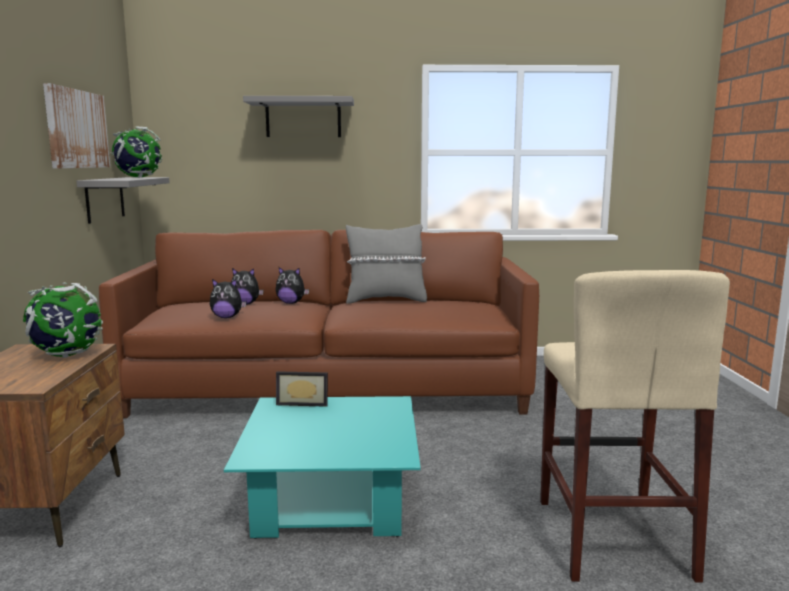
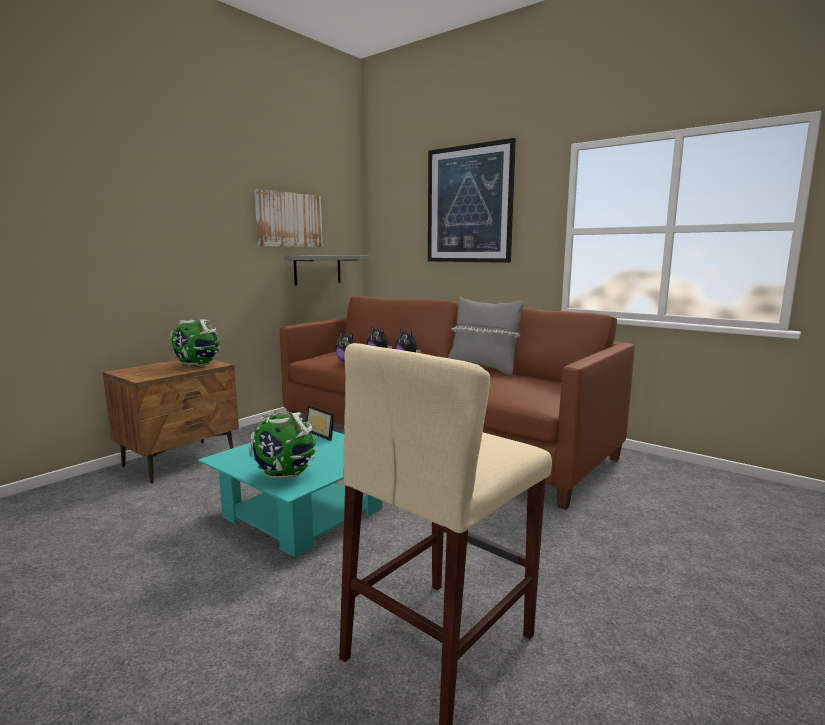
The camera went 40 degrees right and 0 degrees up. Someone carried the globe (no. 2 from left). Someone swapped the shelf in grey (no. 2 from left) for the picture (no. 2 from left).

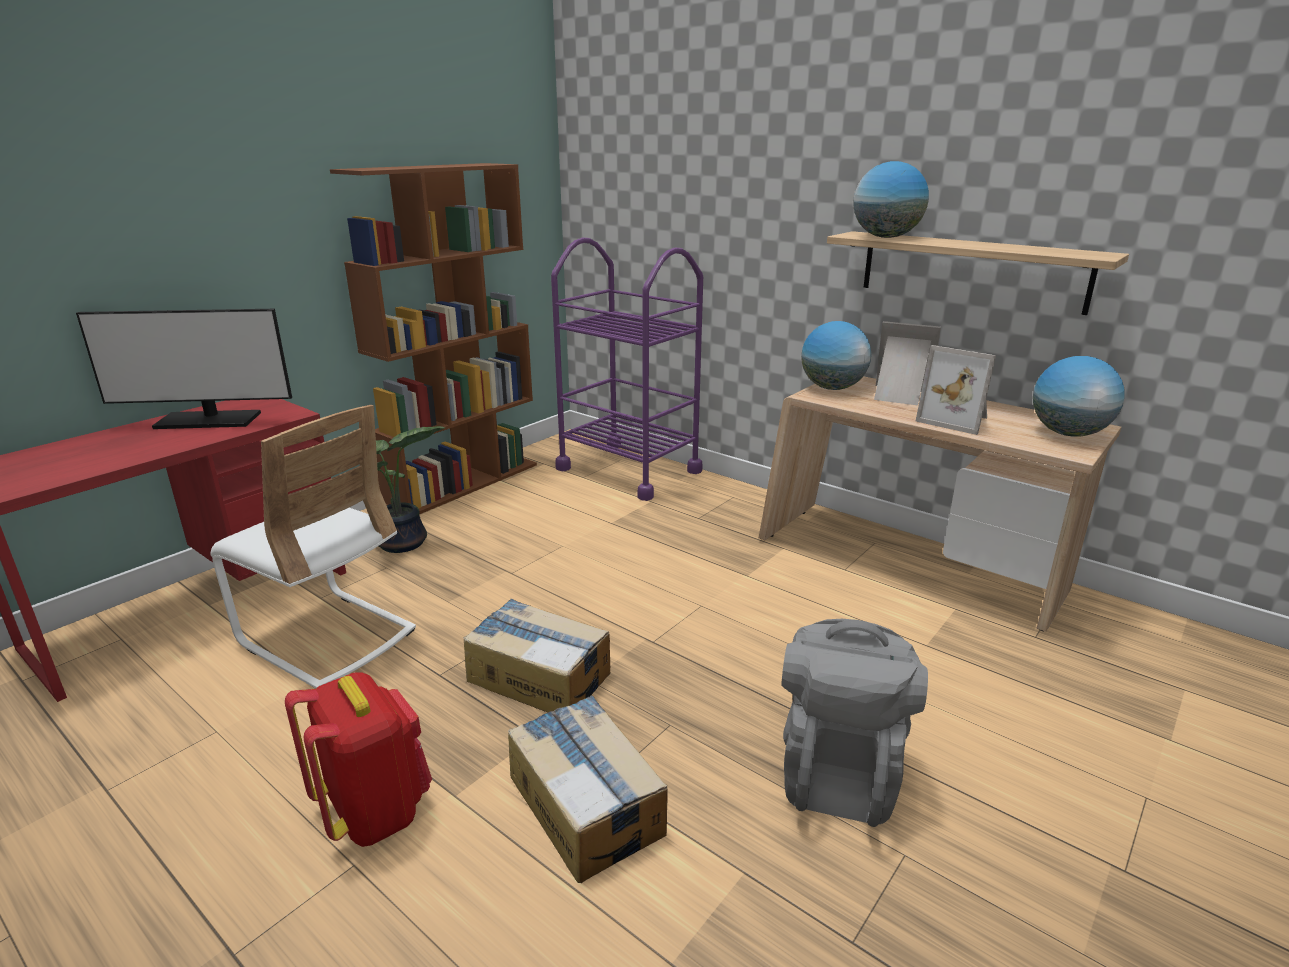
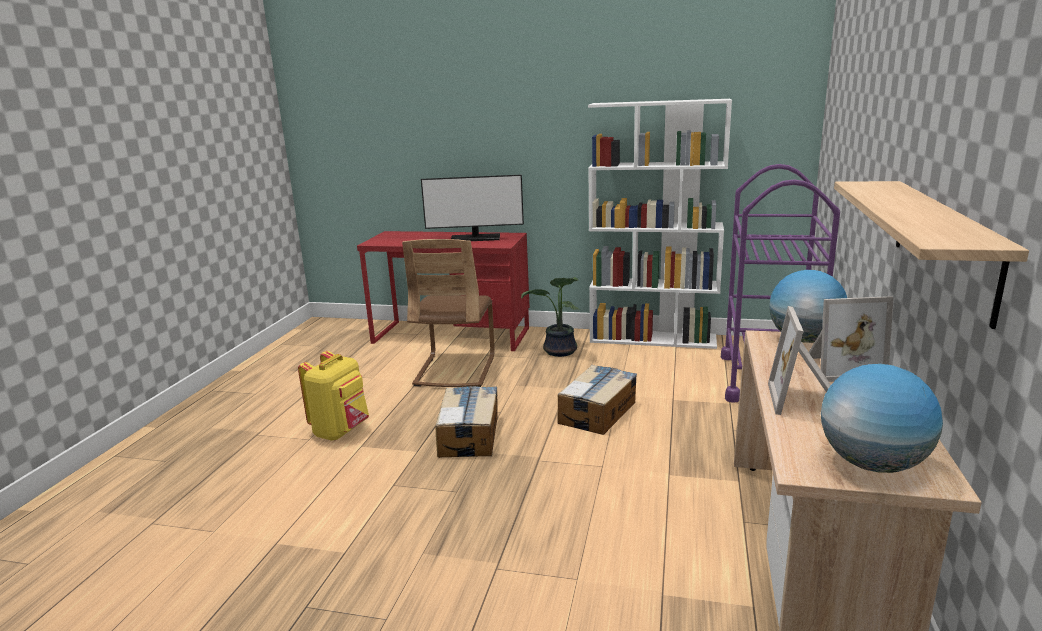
The camera went 65 degrees right and 5 degrees down. Someone rotated the monitor by 60 degrees counterclockwise. Someone repainted the chair in white, which became the chair in brown. Someone repainted the backpack in red, which became the backpack in yellow. Someone repainted the bookcase in brown, which became the bookcase in white. Someone carried the cardboard box (no. 2 from left). Someone took away the backpack in grey. Someone took away the globe (no. 2 from left). Someone rotated the picture frame (no. 1 from left in the first image) by 90 degrees clockwise.

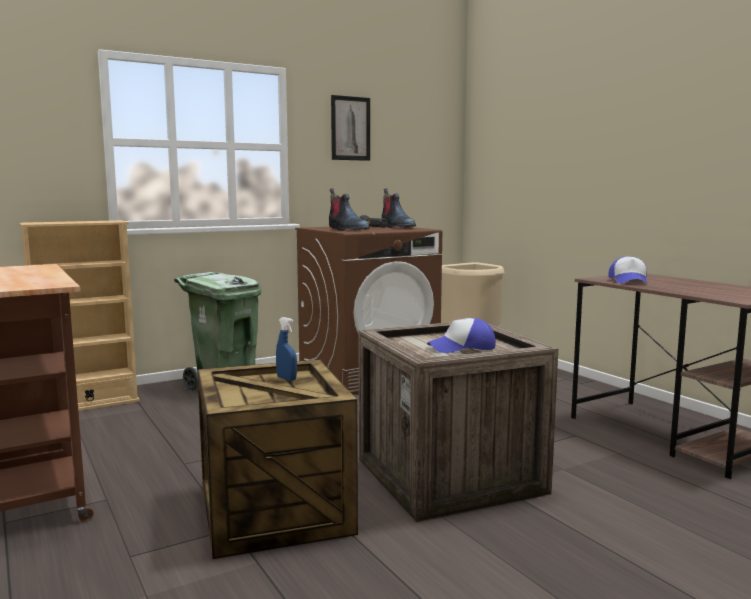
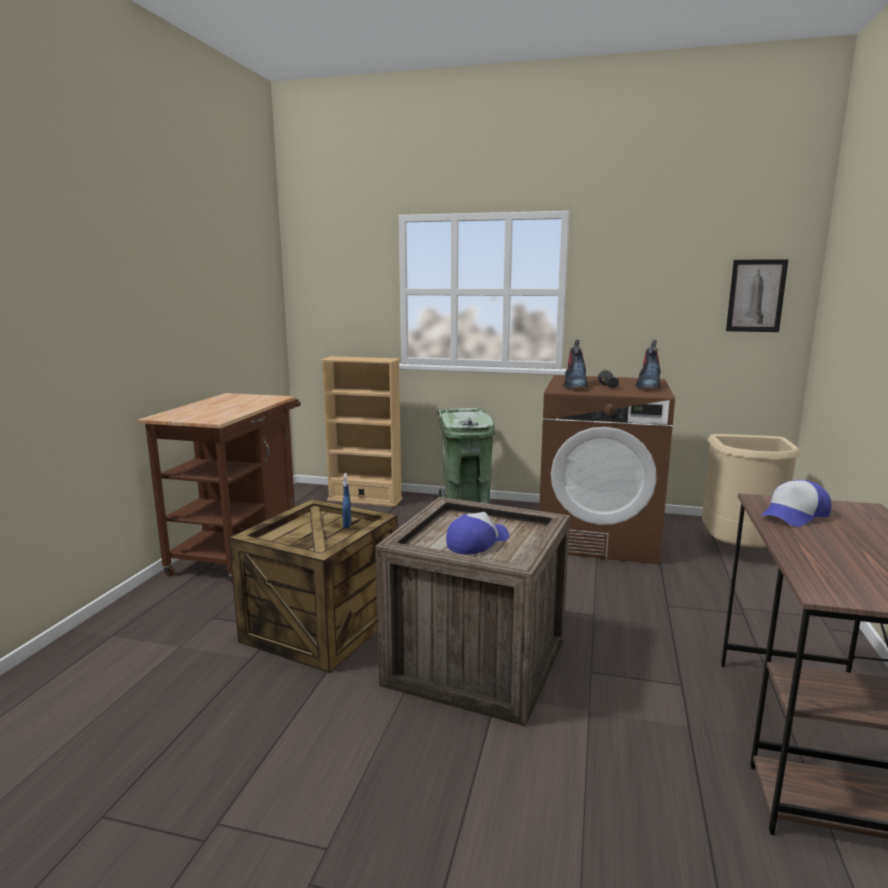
The camera went 45 degrees right and 5 degrees up. Someone carried the picture. Someone rotated the cap (no. 1 from left) by 105 degrees clockwise.

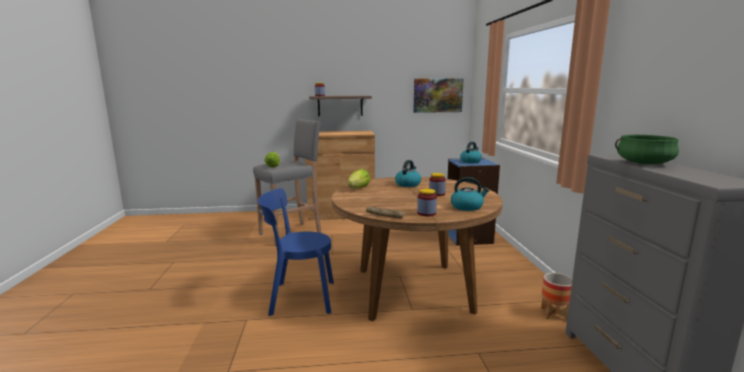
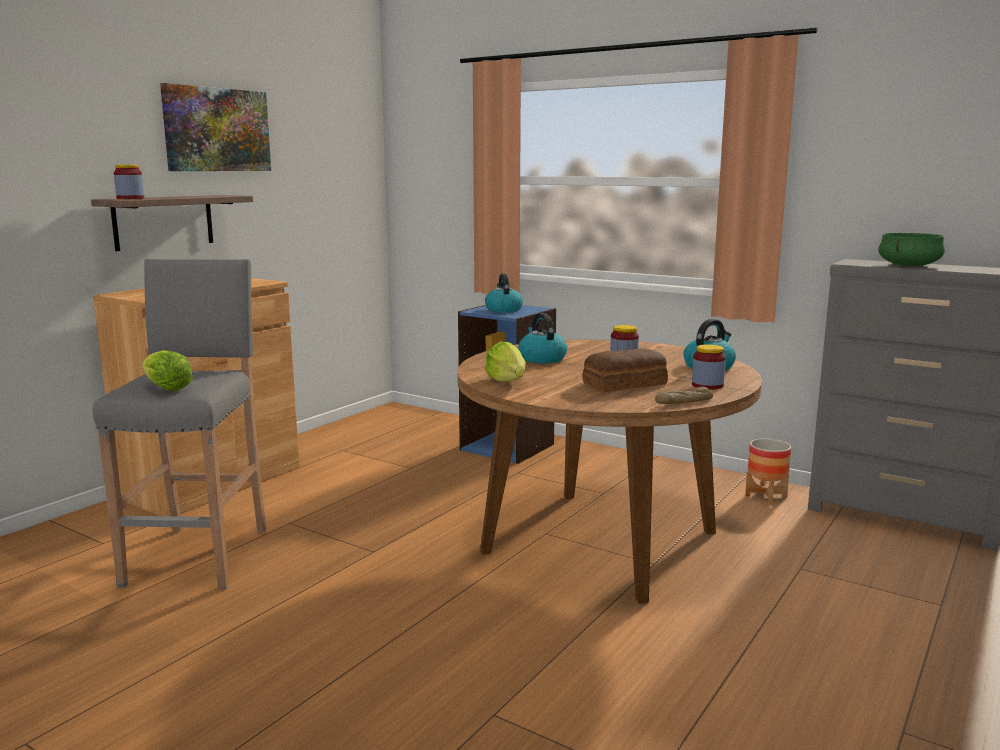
The camera went 50 degrees left and 0 degrees up. Someone took away the chair in blue. Someone carried the picture. Someone put down the bread (no. 1 from left).

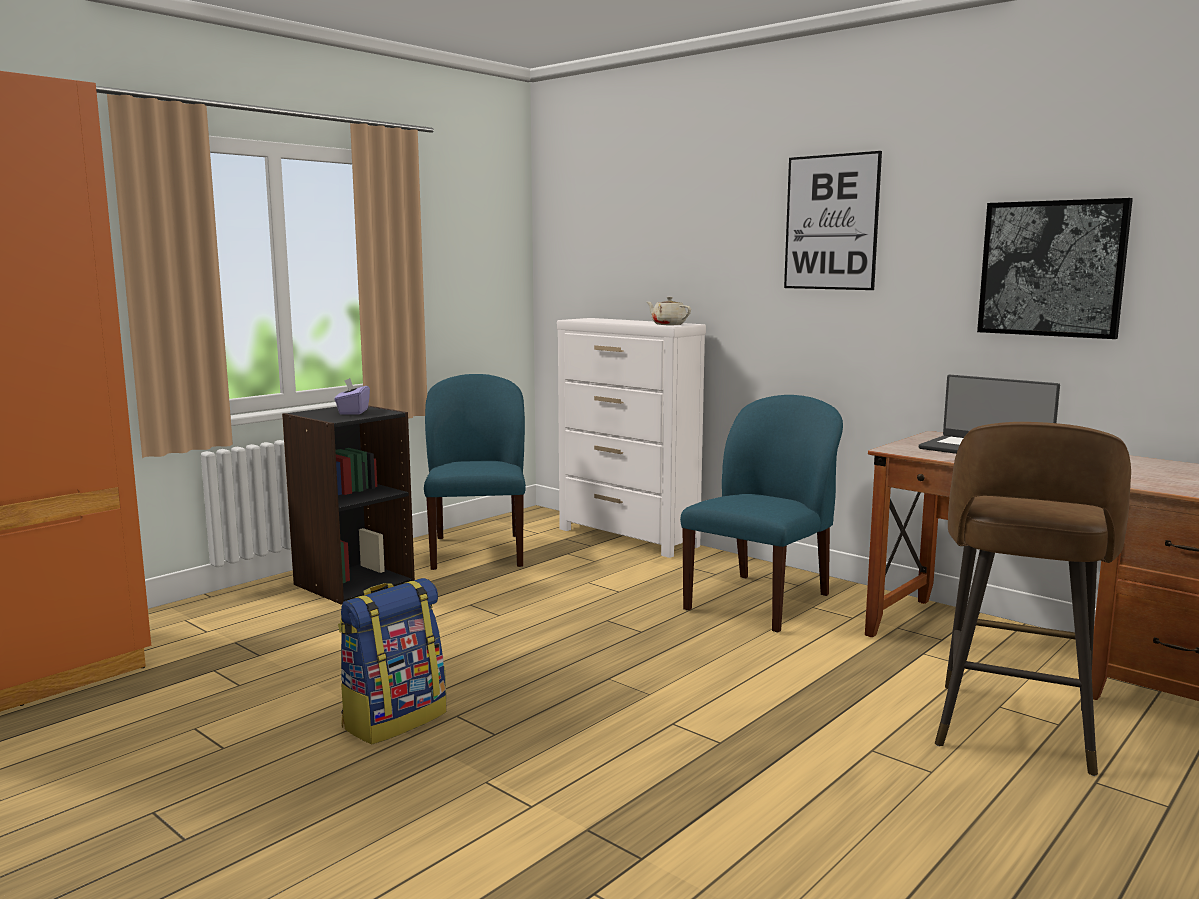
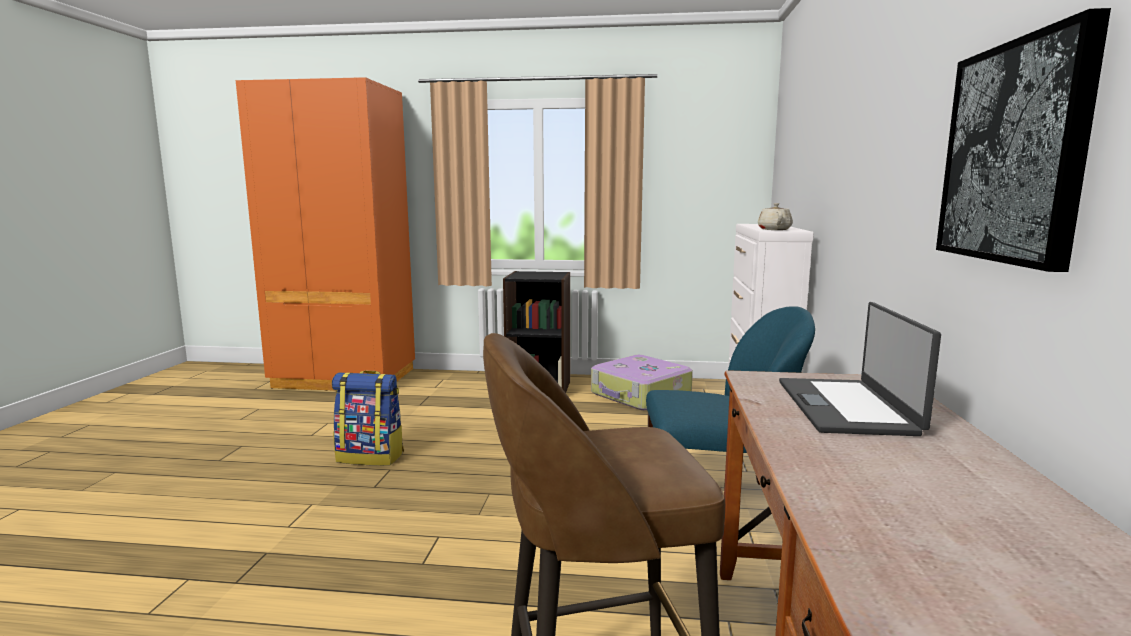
The camera went 55 degrees right and 0 degrees up. Someone took away the tissue box in purple. Someone swapped the chair in blue (no. 1 from left) for the suitcase. Someone took away the picture (no. 1 from left).

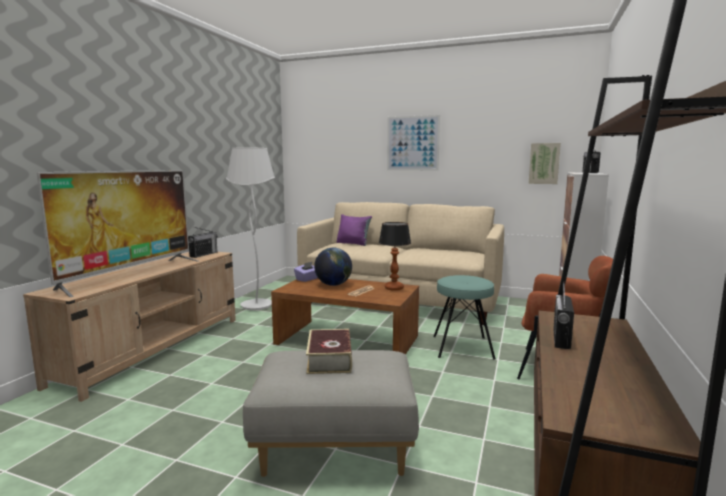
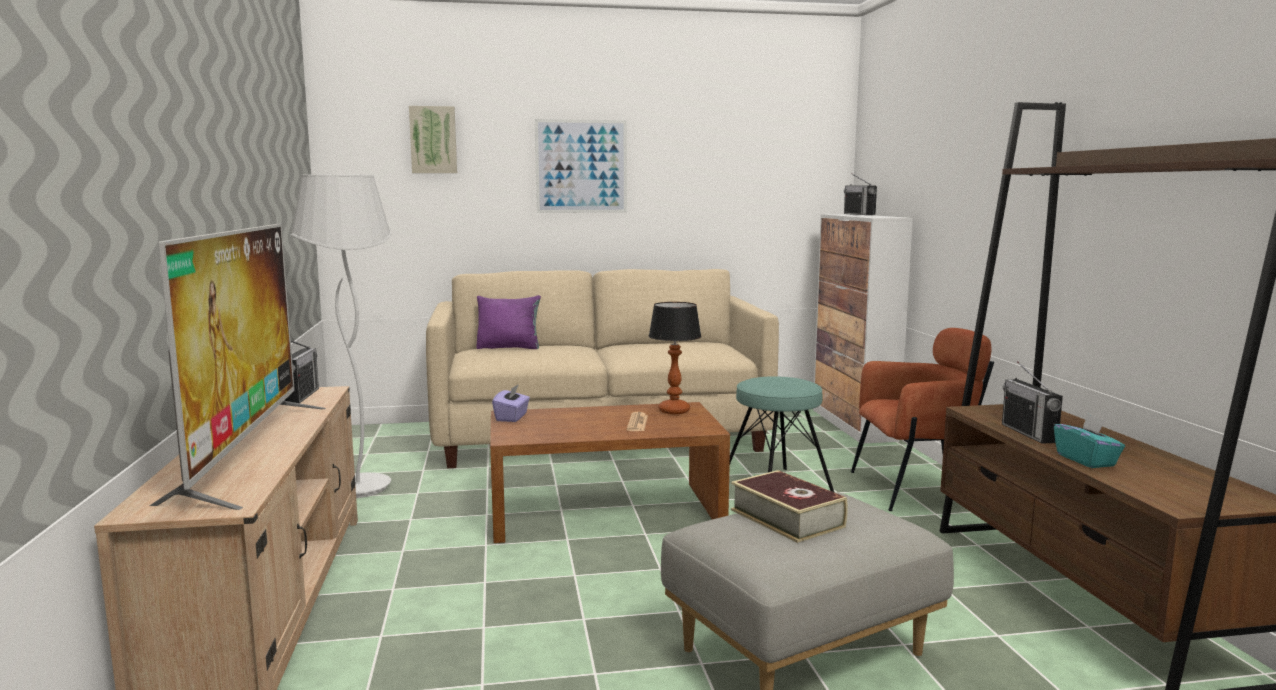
The camera went 30 degrees left and 0 degrees up. Someone took away the globe. Someone carried the picture (no. 2 from left in the first image). Someone put down the tissue box in turquoise.

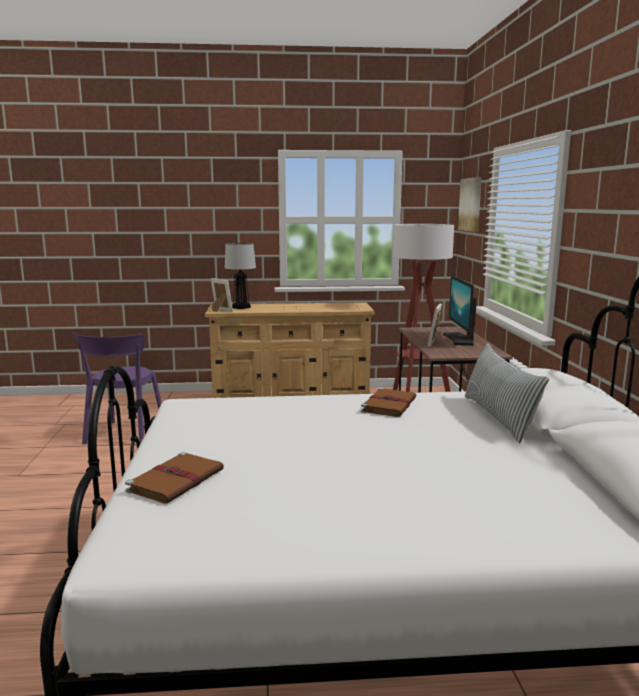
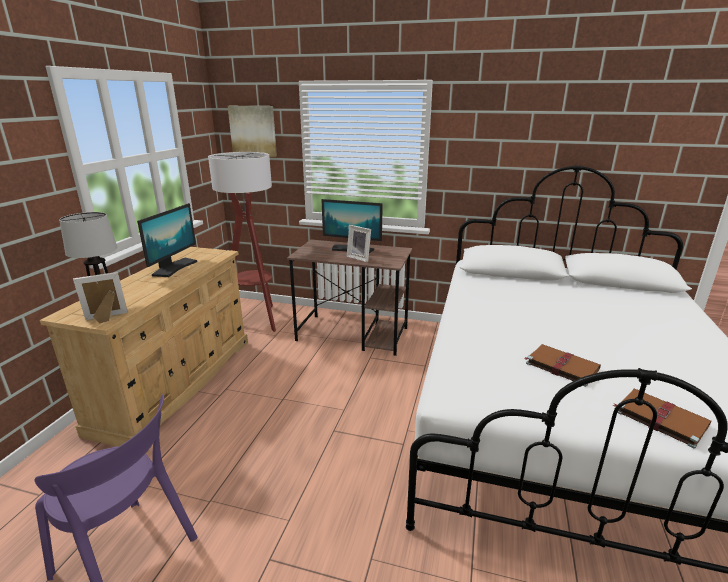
The camera went 70 degrees left and 10 degrees up. Someone carried the book in brown (no. 2 from left in the first image). Someone took away the pillow. Someone put down the monitor (no. 1 from left).

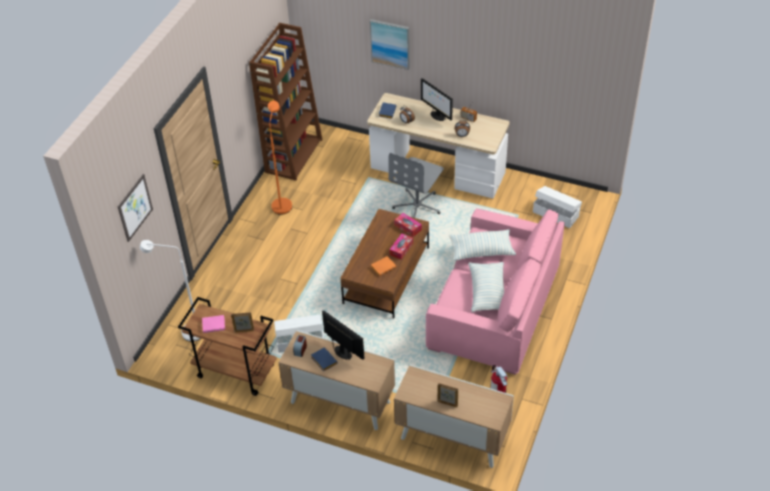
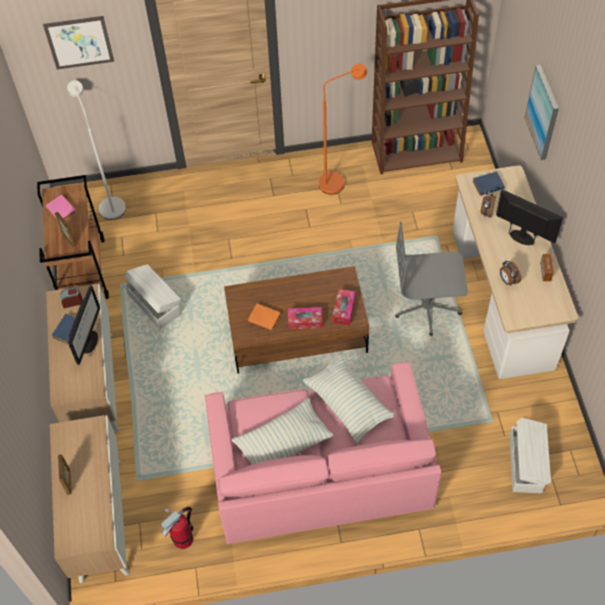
The camera went 60 degrees right and 10 degrees up. Someone rotated the monitor (no. 2 from left) by 105 degrees clockwise.

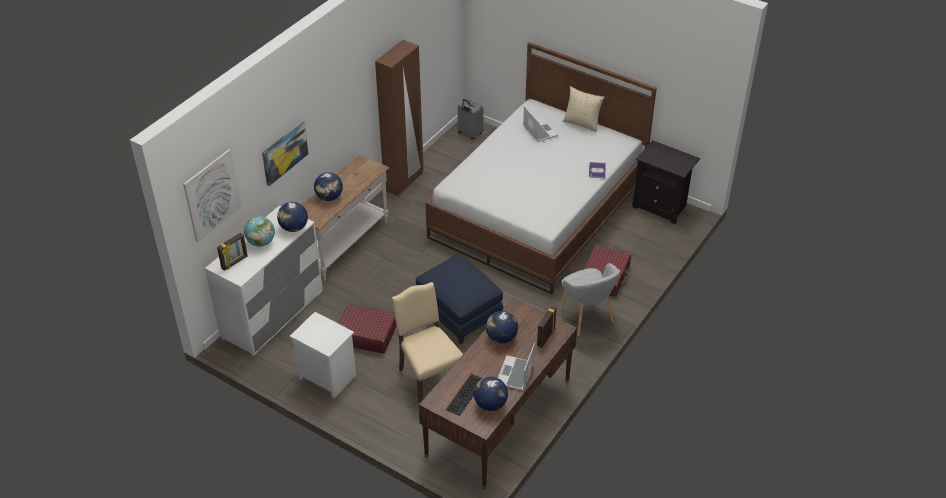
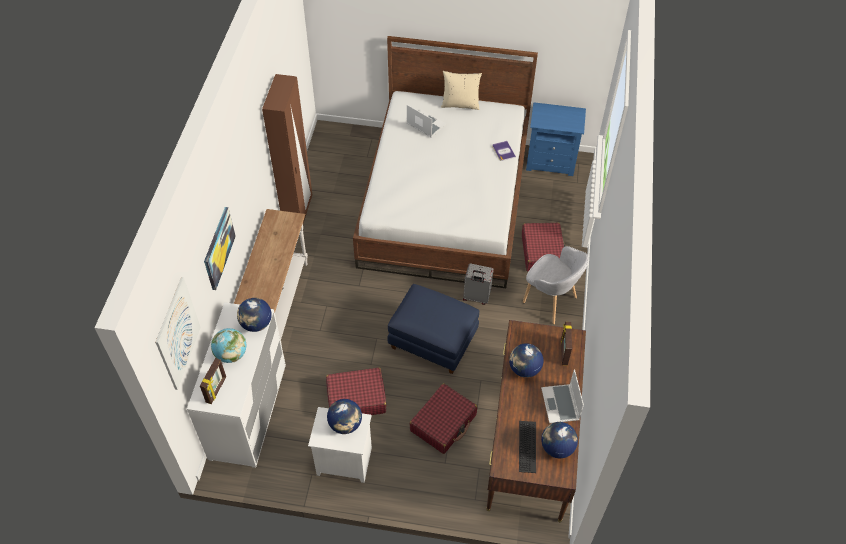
The camera went 25 degrees left and 10 degrees up. Someone carried the globe (no. 3 from left). Someone swapped the chair in beige for the suitcase in red (no. 2 from left). Someone carried the suitcase in grey. Someone repainted the nightstand in black, which became the nightstand in blue.

